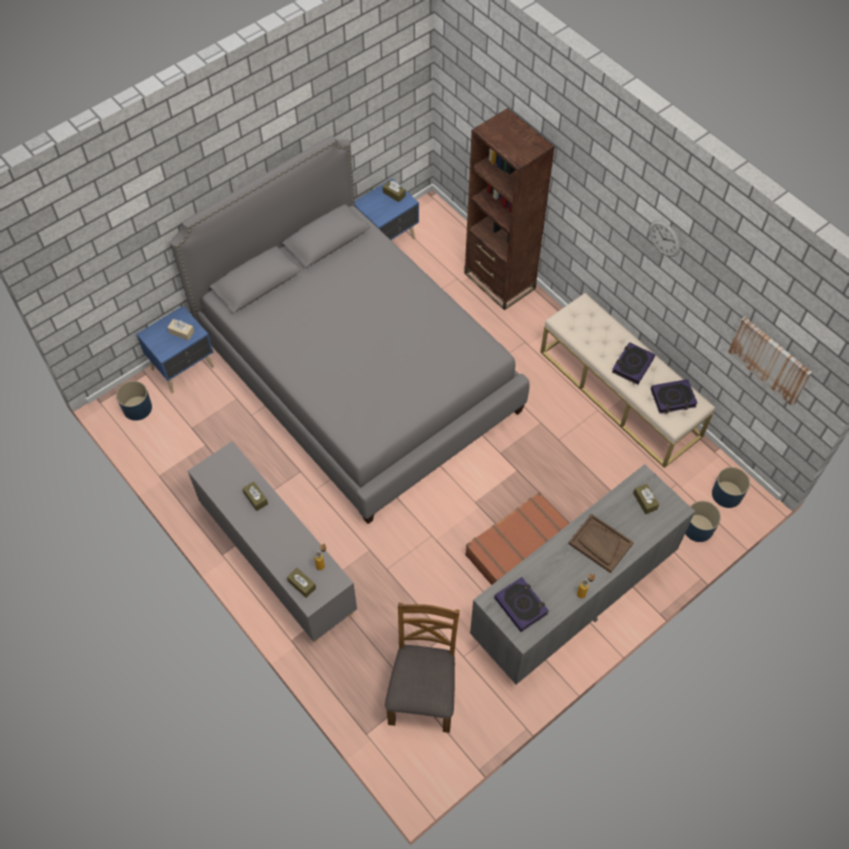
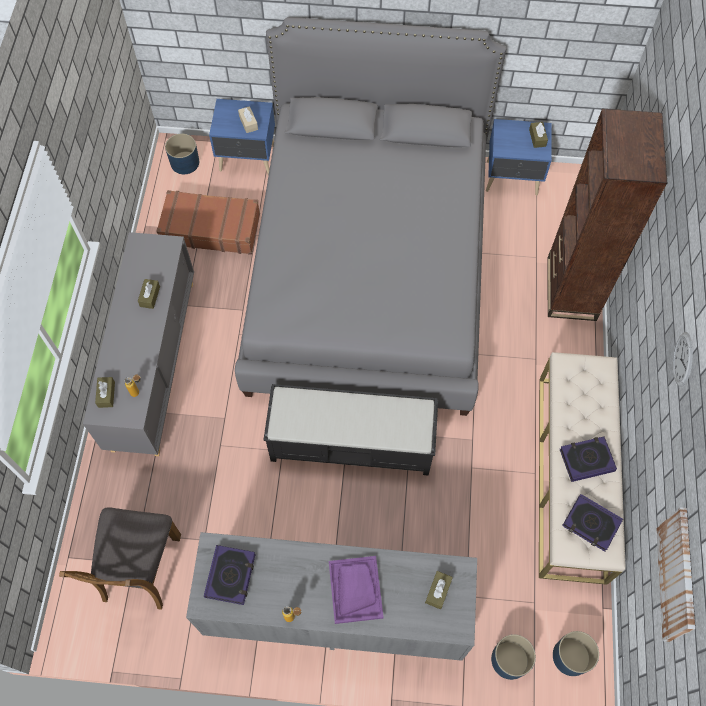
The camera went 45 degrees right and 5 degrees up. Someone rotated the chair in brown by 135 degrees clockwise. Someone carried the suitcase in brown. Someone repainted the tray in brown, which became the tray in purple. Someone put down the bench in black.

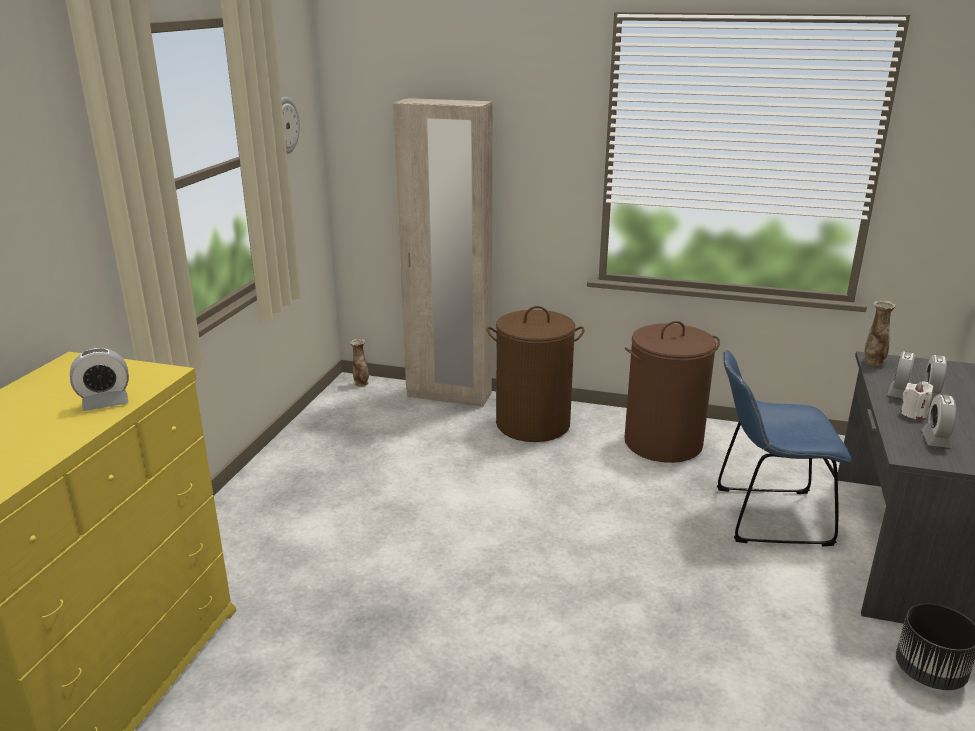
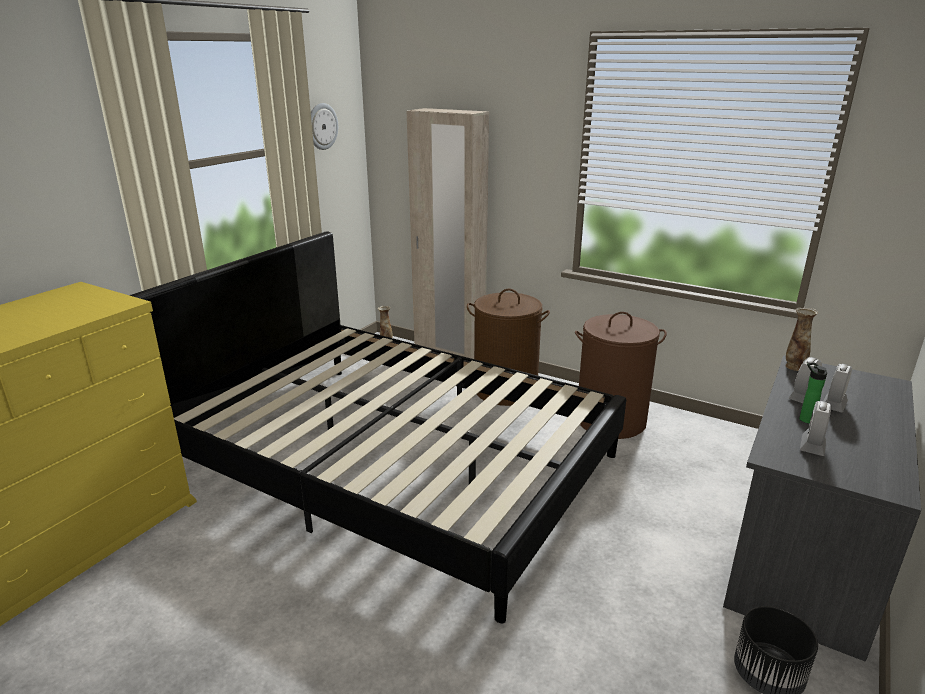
The camera went 15 degrees right and 0 degrees up. Someone took away the alarm clock (no. 1 from left). Someone took away the chair in blue. Someone swapped the candle in white for the bottle. Someone put down the bed in black.

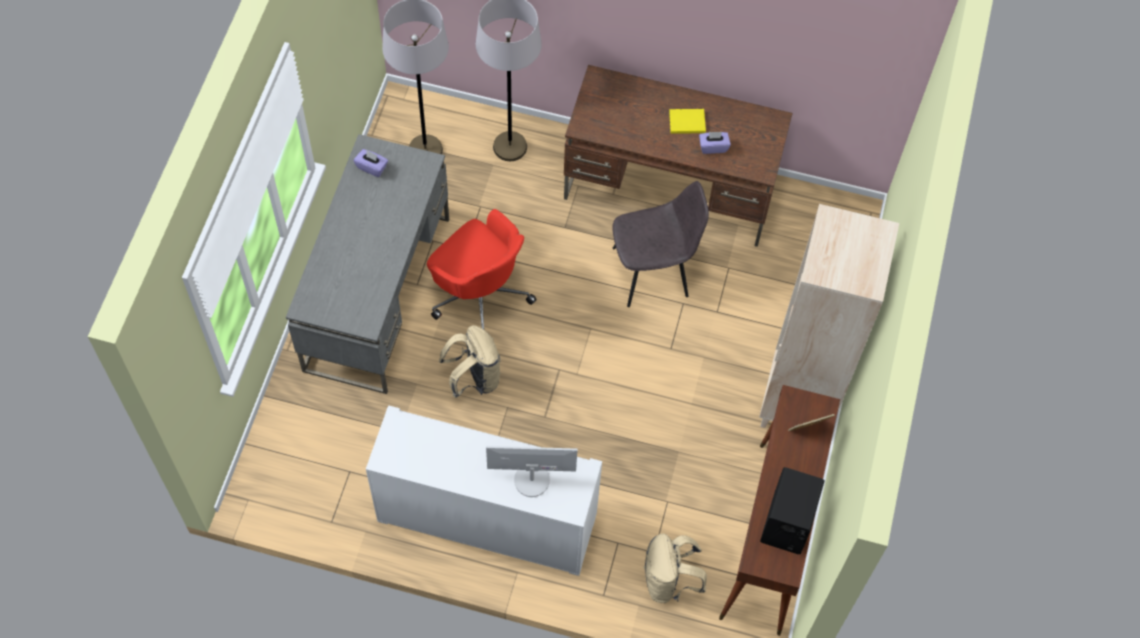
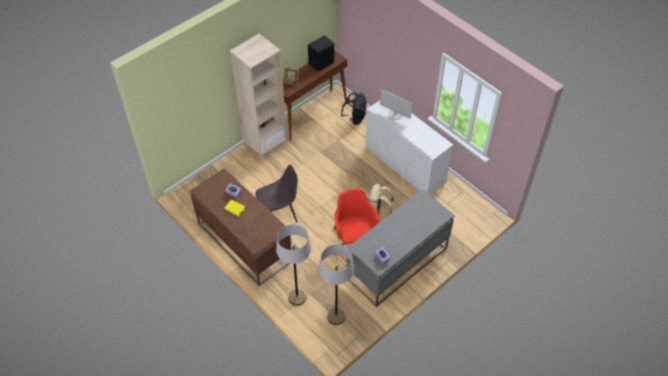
The camera went 145 degrees left and 10 degrees down. Someone rotated the chair in grey by 135 degrees clockwise. Someone repainted the backpack in beige (no. 2 from left), which became the backpack in black.

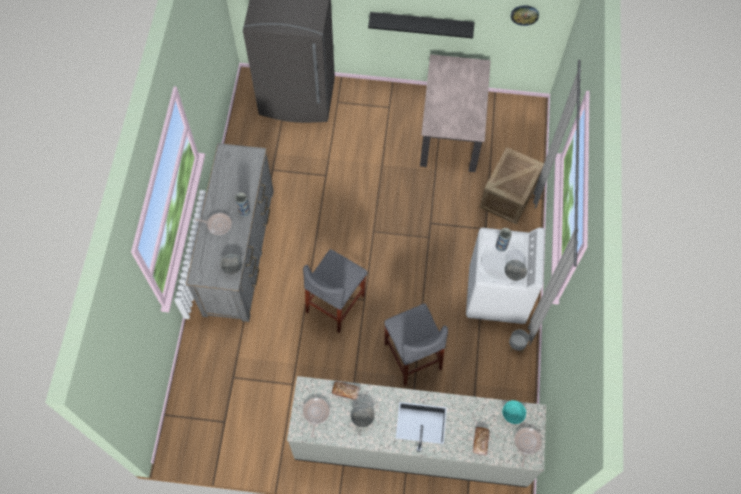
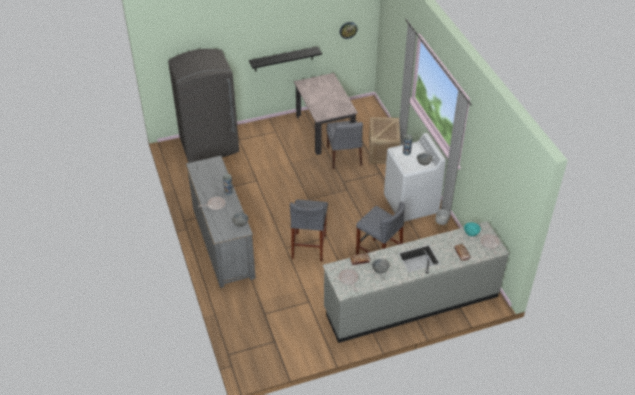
The camera went 25 degrees left and 20 degrees down. Someone put down the chair in grey.

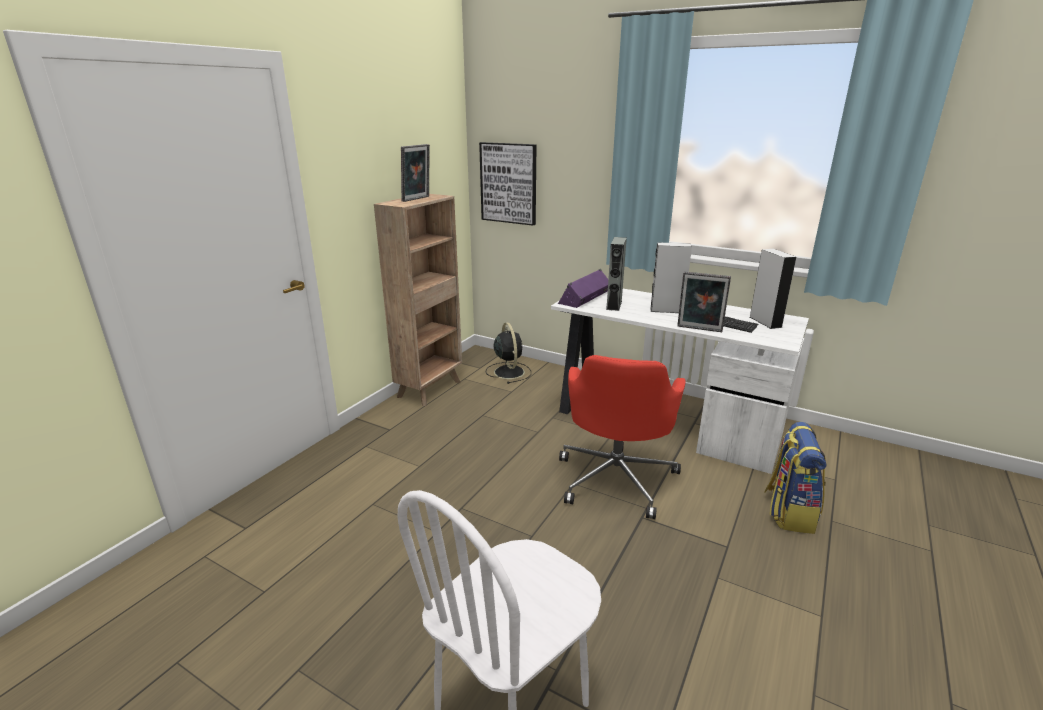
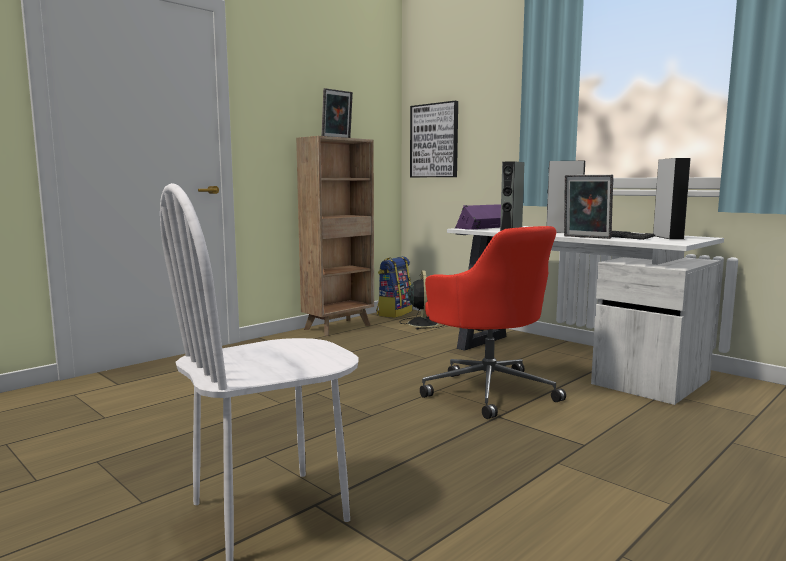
The camera went 15 degrees right and 15 degrees down. Someone rotated the office chair in red by 60 degrees counterclockwise. Someone carried the backpack.

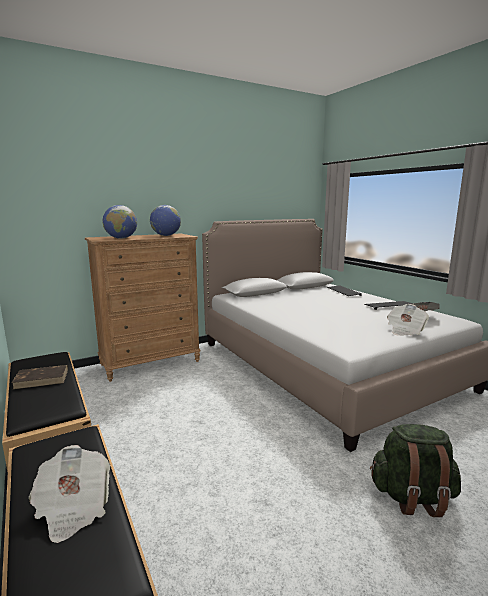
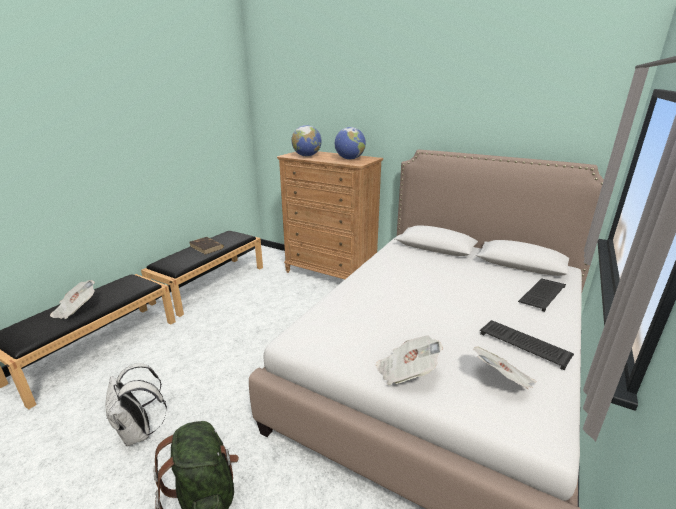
The camera went 60 degrees right and 10 degrees up. Someone put down the backpack in white.

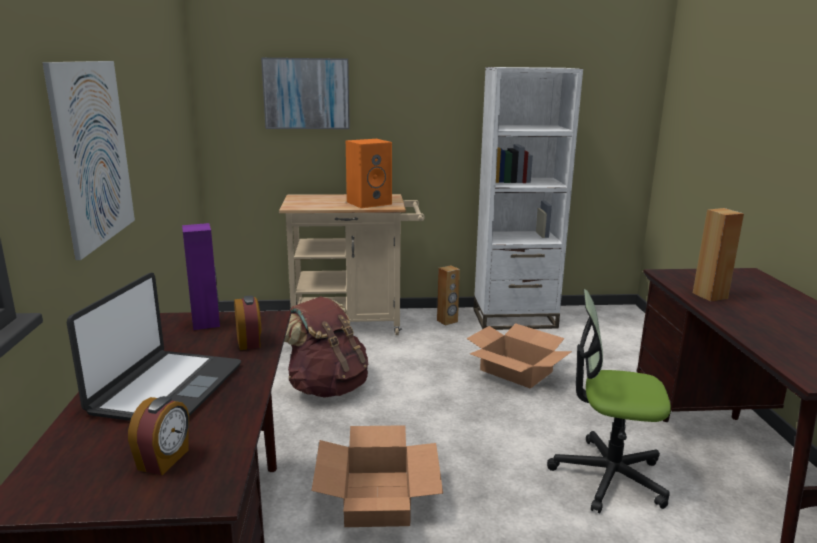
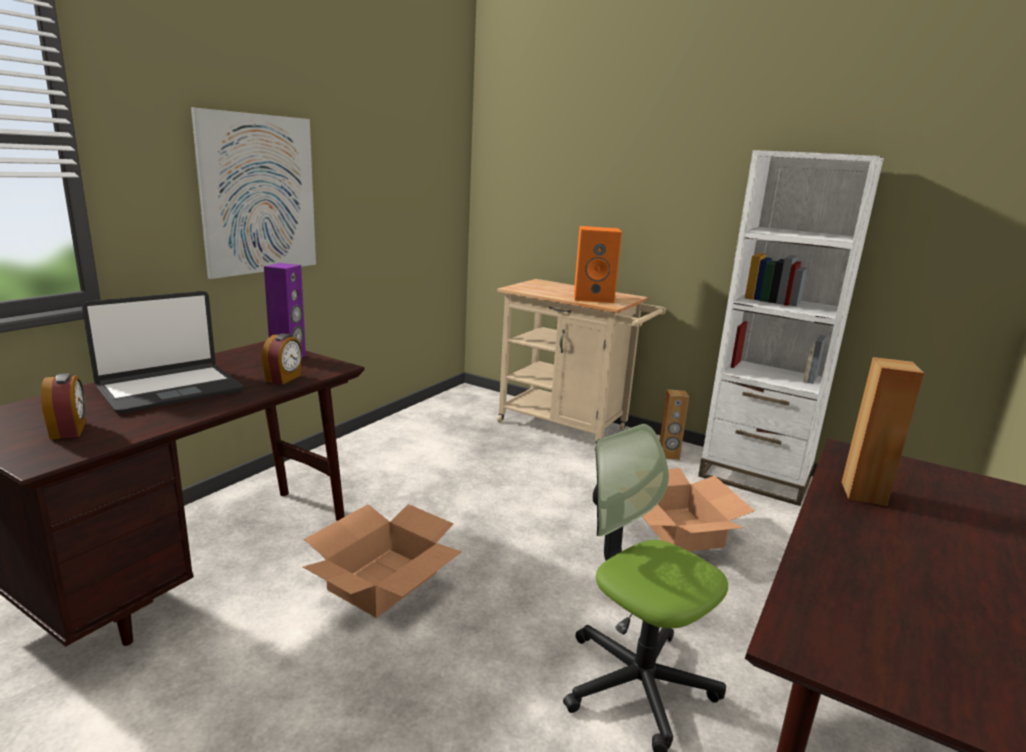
The camera went 35 degrees right and 0 degrees up. Someone rotated the alarm clock (no. 1 from left) by 75 degrees counterclockwise. Someone took away the picture (no. 2 from left). Someone took away the backpack in brown.

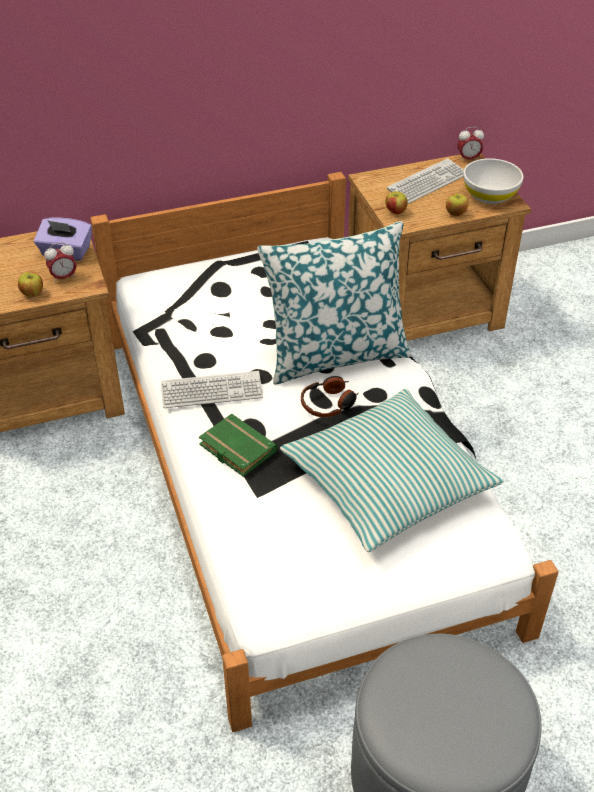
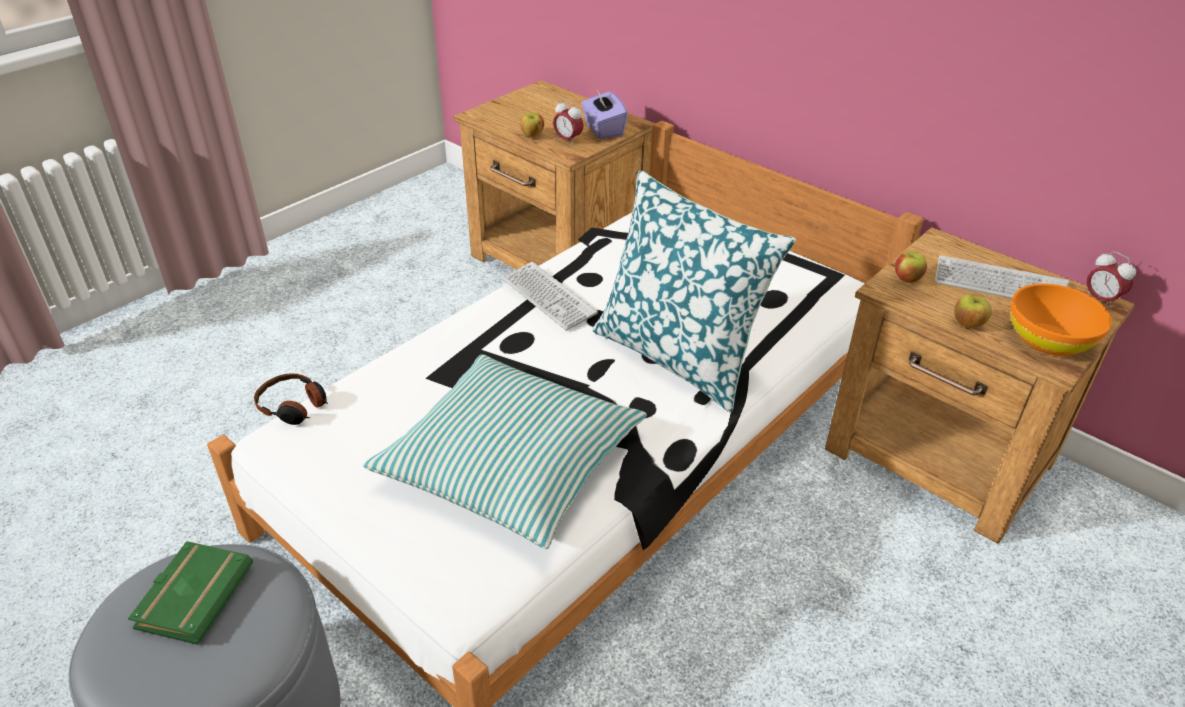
The camera went 60 degrees right and 5 degrees down. Someone carried the book in green. Someone carried the headphones. Someone repainted the bowl in white, which became the bowl in orange.

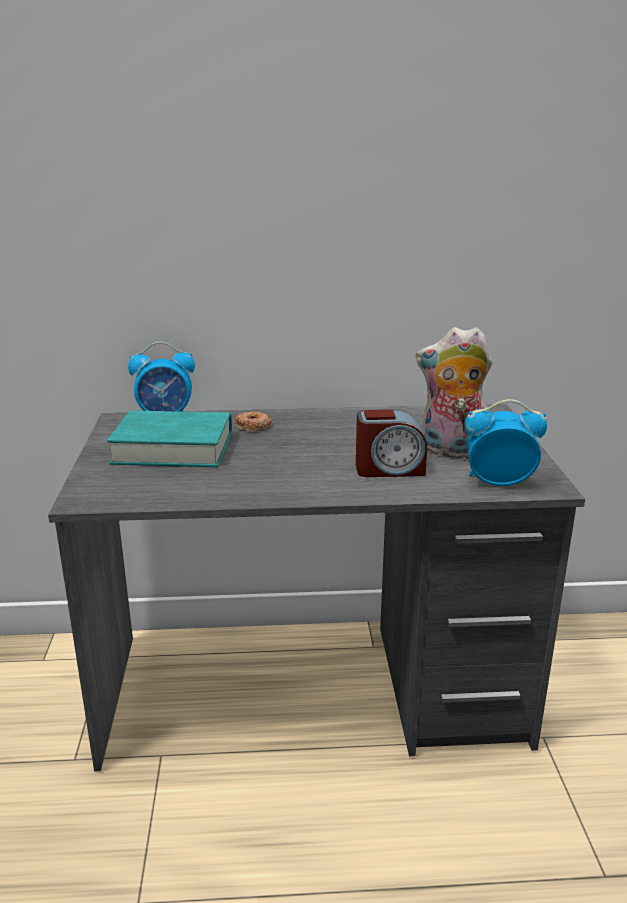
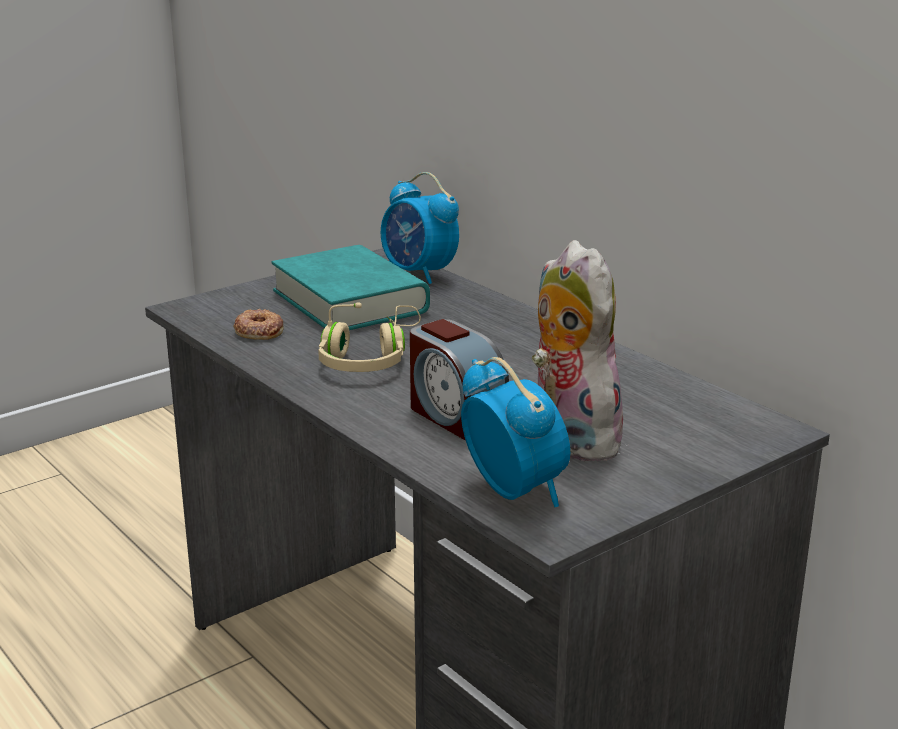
The camera went 55 degrees right and 0 degrees up. Someone carried the donut. Someone put down the headphones in beige.

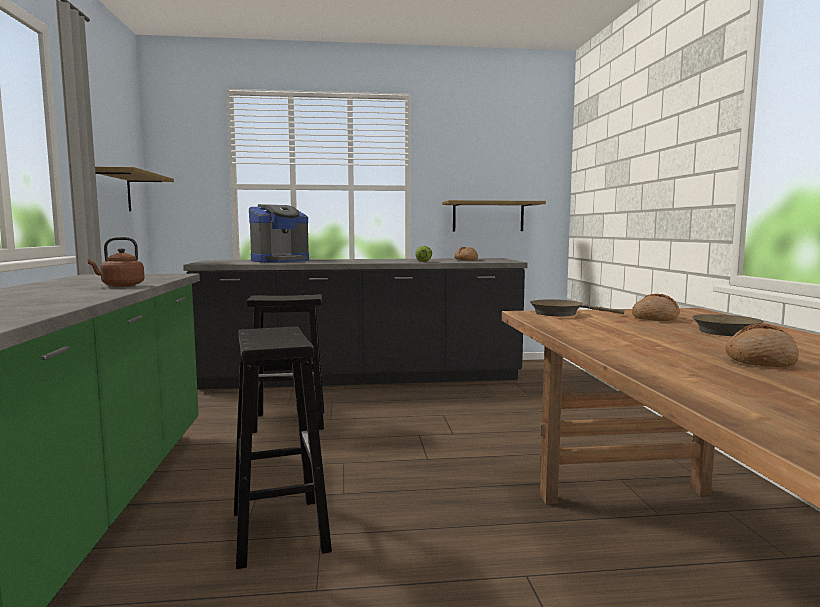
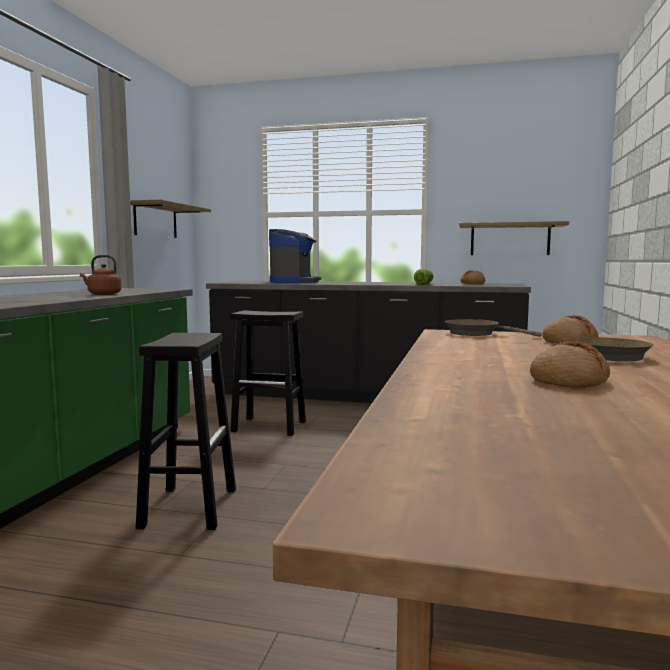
The camera went 20 degrees right and 0 degrees up. Someone rotated the coffee machine by 60 degrees counterclockwise.

